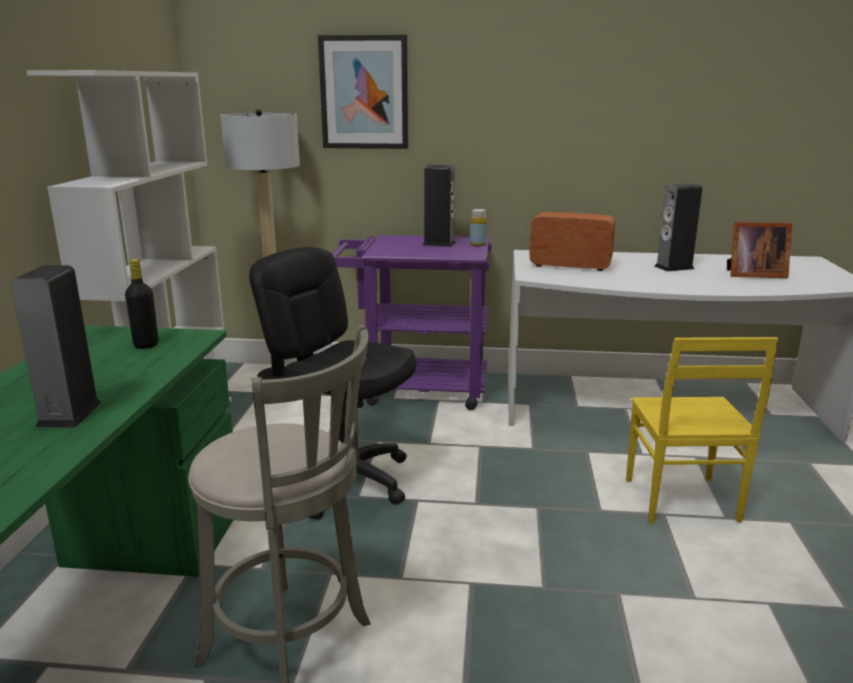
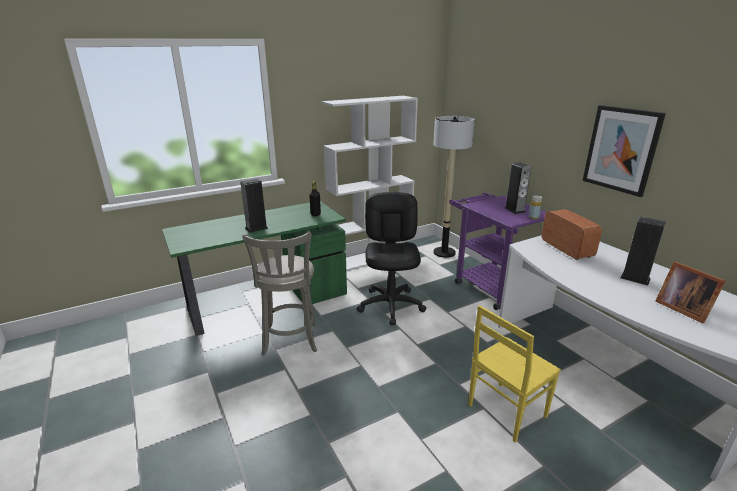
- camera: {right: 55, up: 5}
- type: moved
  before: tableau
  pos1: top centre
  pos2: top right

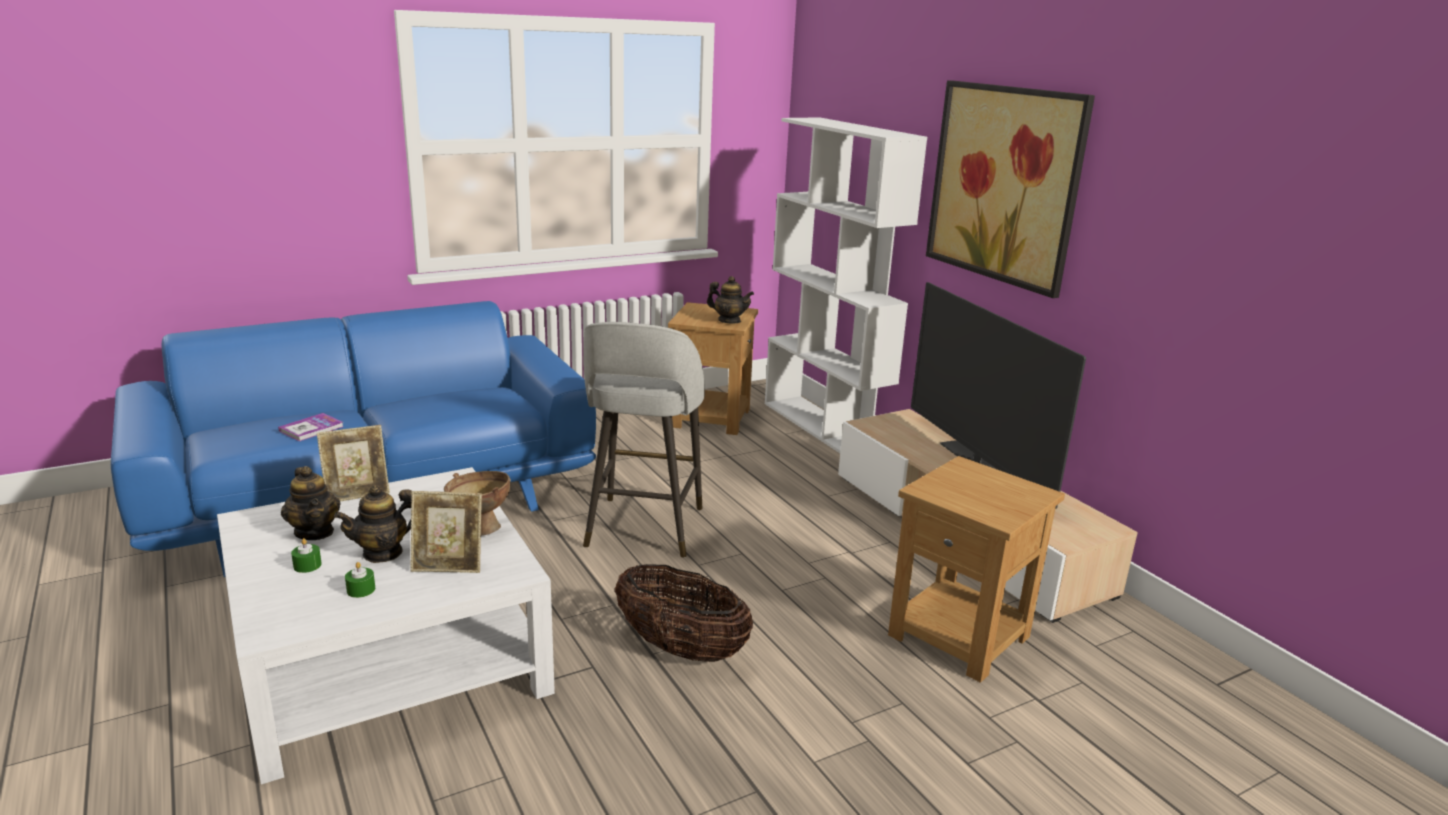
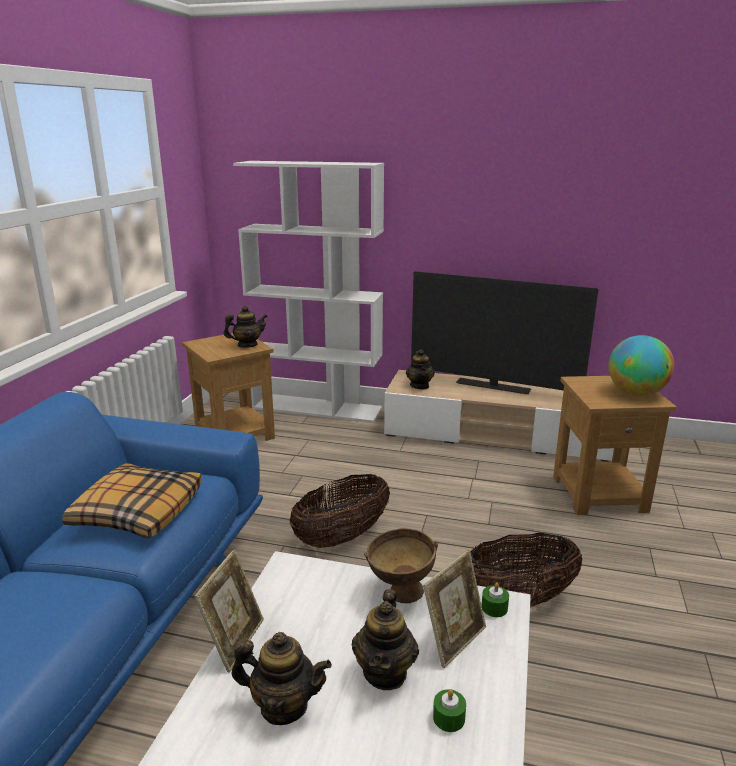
- camera: {right: -45, up: 0}
- type: removed
  before: tableau
  pos1: top right
- type: replaced
  before: tabouret/gris
  after: panier (1st from left)
  pos1: centre
  pos2: bottom centre
- type: removed
  before: livre
  pos1: middle left
- type: moved
  before: bougie/vert (1st from left in the first image)
  after: bougie/vert (2nd from left)
  pos1: bottom left
  pos2: bottom right
- type: added
  after: globe
  pos2: middle right
- type: added
  after: théière (4th from left)
  pos2: centre
- type: added
  after: coussin
  pos2: middle left

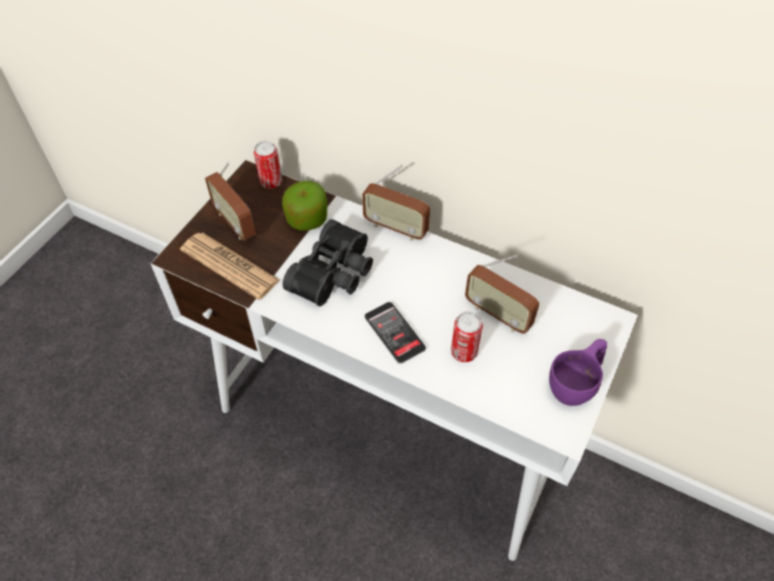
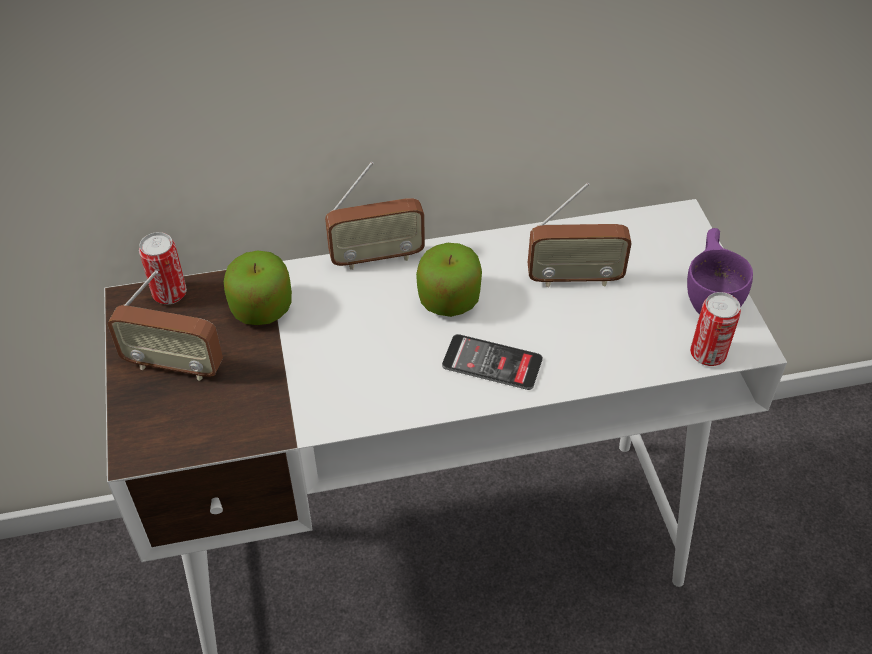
- camera: {right: -40, up: -5}
- type: removed
  before: jumelles/noir
  pos1: centre
- type: removed
  before: journal
  pos1: middle left
- type: moved
  before: boîte métallique (2nd from left)
  pos1: centre
  pos2: middle right
- type: added
  after: pomme (2nd from left)
  pos2: centre

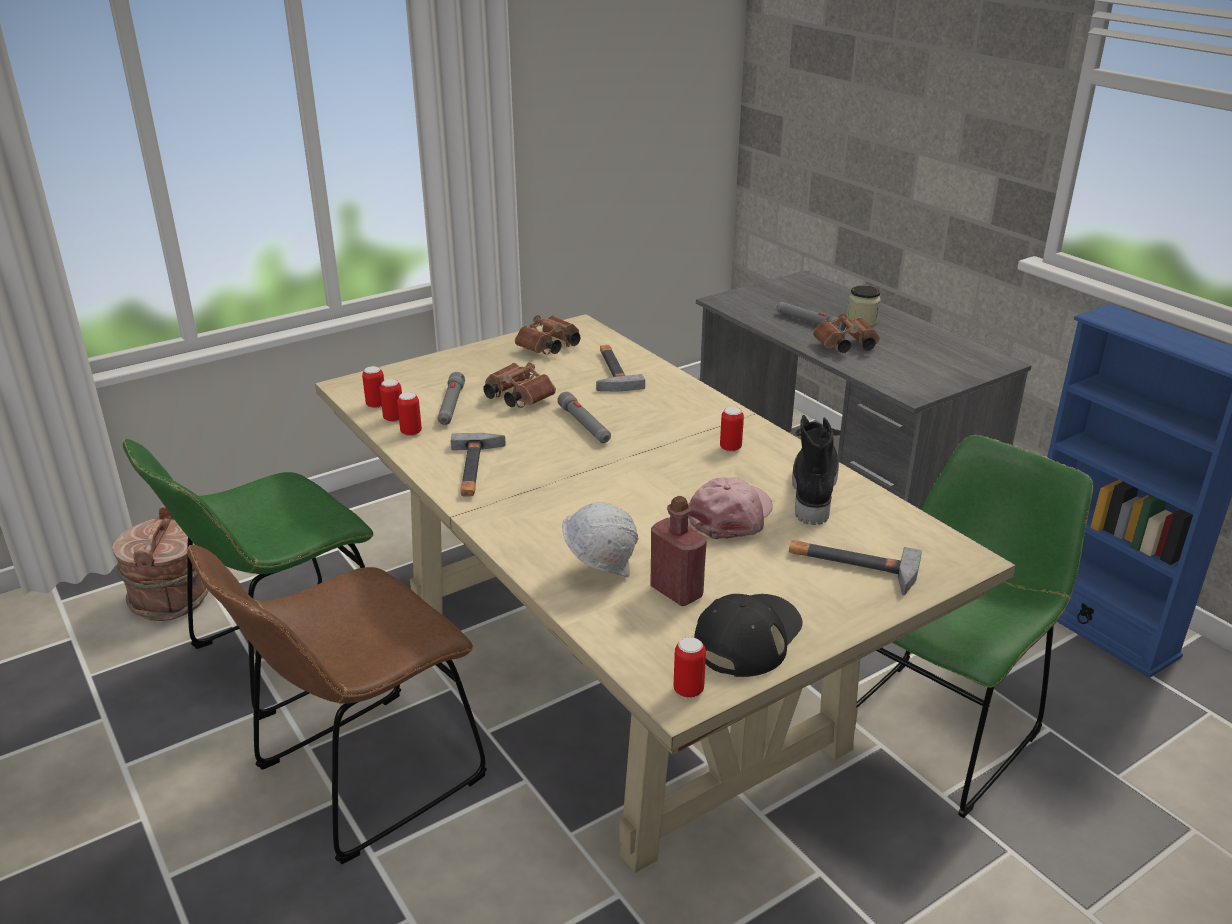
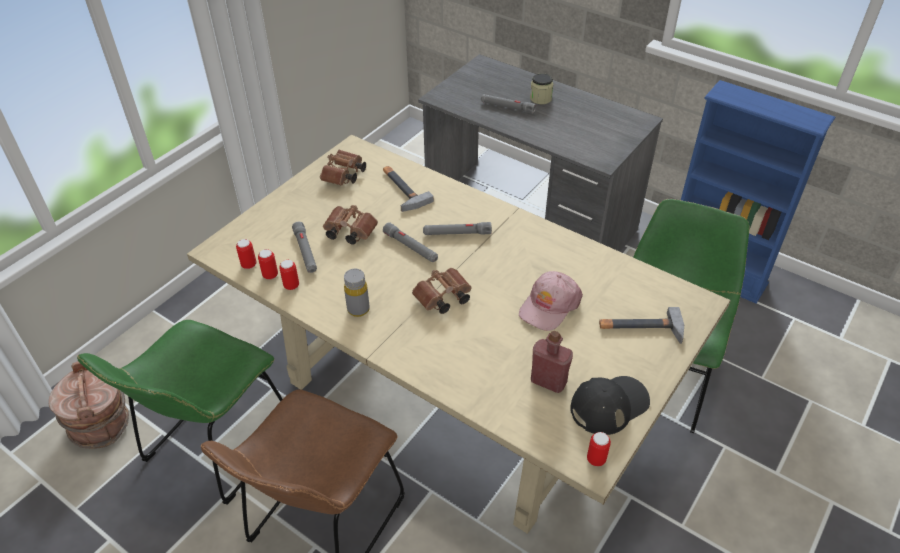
- camera: {right: -20, up: 15}
- type: moved
  before: jumelles/marron (3rd from left)
  pos1: middle right
  pos2: centre
- type: removed
  before: boîte métallique (5th from left)
  pos1: centre
- type: removed
  before: botte/noir
  pos1: centre
- type: replaced
  before: marteau (1st from left)
  after: bouteille/gris
  pos1: centre
  pos2: centre
- type: turned
  before: casquette/rose
  pos1: centre
  pos2: centre
  turn: -150
- type: removed
  before: casque de chantier/blanc
  pos1: centre
- type: turned
  before: casquette/noir
  pos1: bottom centre
  pos2: bottom right
  turn: 45
- type: added
  after: lampe de poche/gris (3rd from left)
  pos2: centre

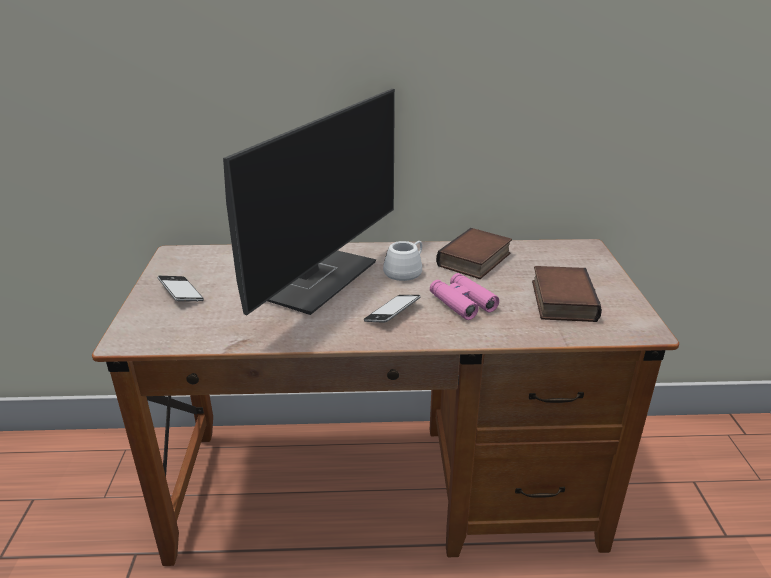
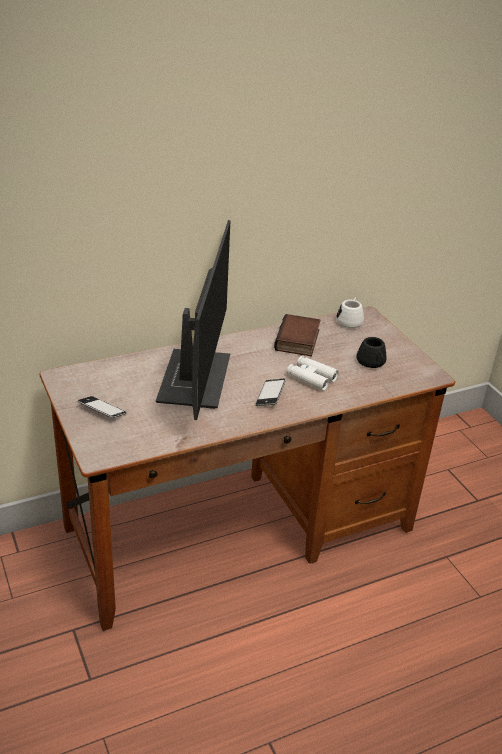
- camera: {right: -25, up: 5}
- type: moved
  before: mug/blanc
  pos1: centre
  pos2: middle right
- type: replaced
  before: livre (2nd from left)
  after: mug/noir
  pos1: middle right
  pos2: middle right
- type: recoloured
  before: jumelles/rose
  after: jumelles/blanc
  pos1: centre
  pos2: centre

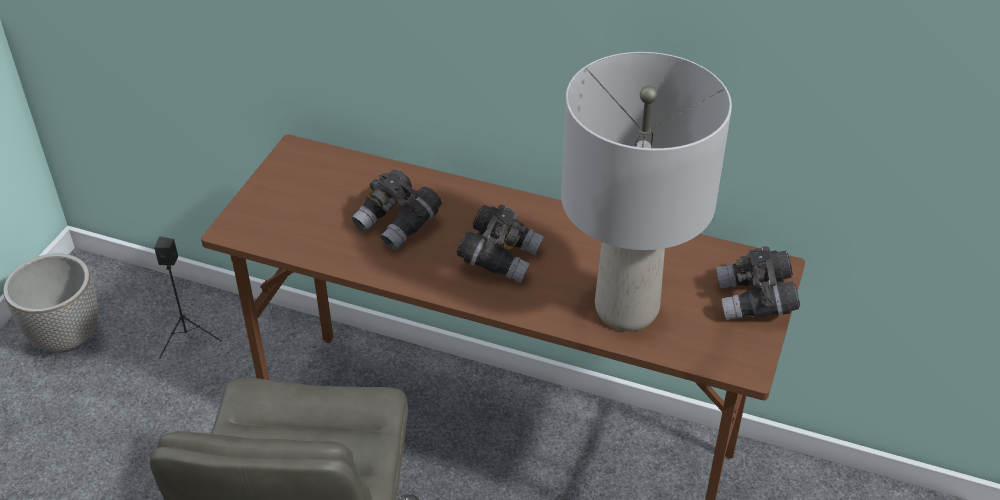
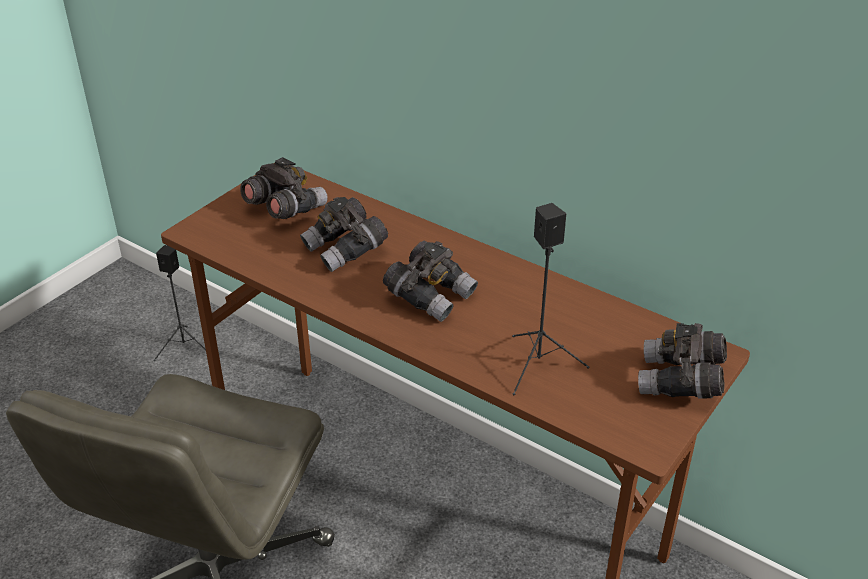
- camera: {right: 15, up: -5}
- type: replaced
  before: lampe de table/gris
  after: enceinte/noir (2nd from left)
  pos1: centre
  pos2: centre
- type: removed
  before: cache-pot
  pos1: middle left
- type: added
  after: jumelles/gris (1st from left)
  pos2: top left

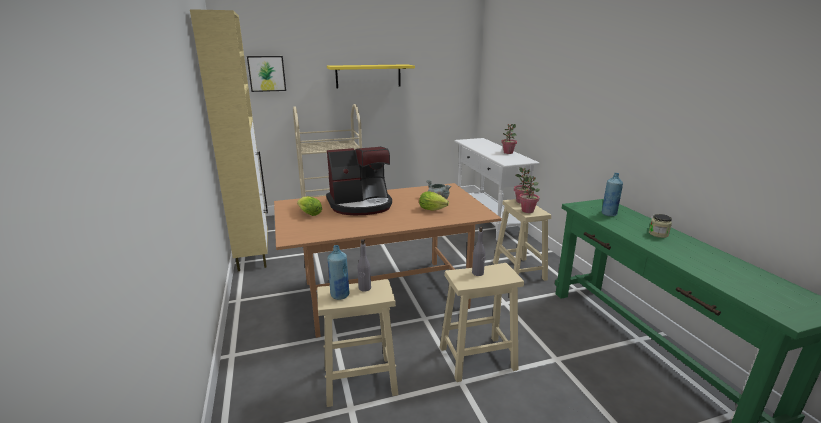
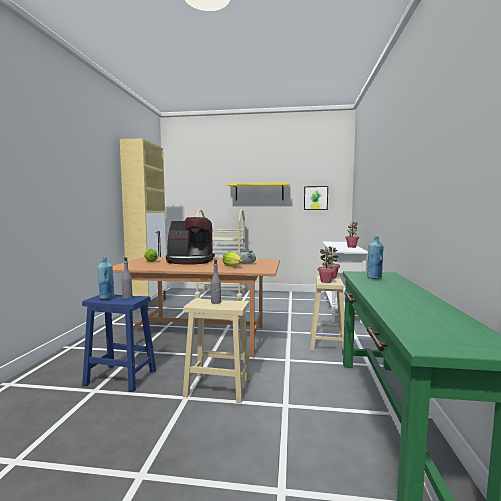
- camera: {right: 25, up: -15}
- type: moved
  before: tableau
  pos1: top left
  pos2: centre
- type: removed
  before: bocal
  pos1: middle right
- type: recoloured
  before: tabouret/beige (1st from left)
  after: tabouret/bleu
  pos1: bottom centre
  pos2: bottom left

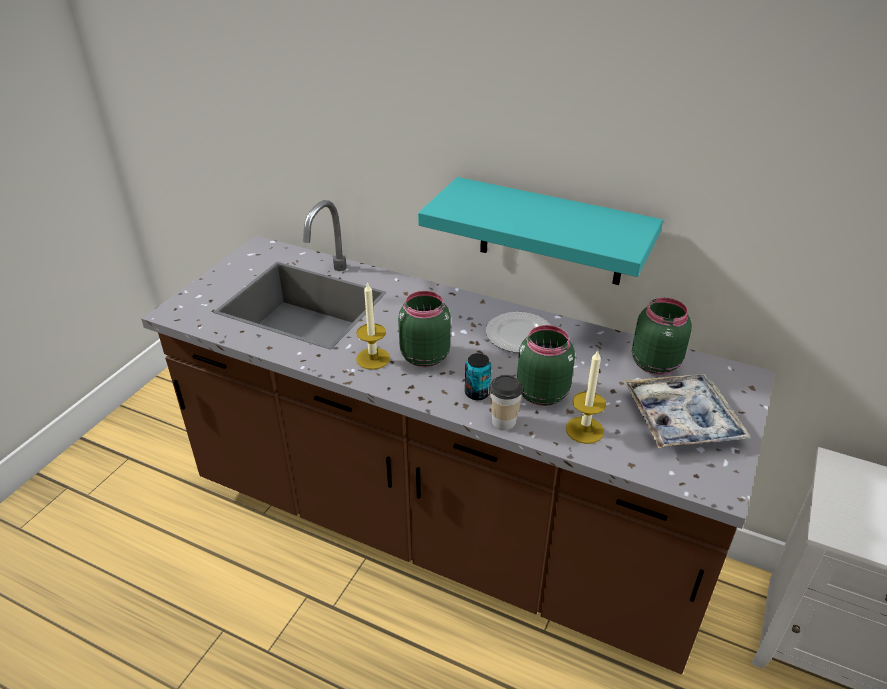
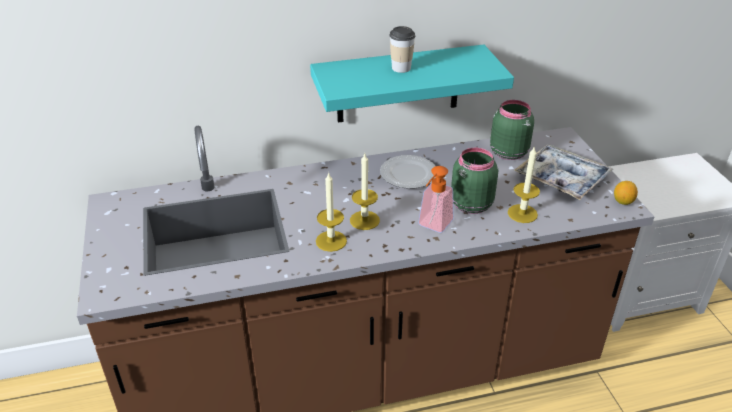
- camera: {right: -40, up: 0}
- type: replaced
  before: bocal/vert (1st from left)
  after: bougie (2nd from left)
  pos1: centre
  pos2: centre
- type: replaced
  before: boîte métallique
  after: distributeur de savon
  pos1: centre
  pos2: centre
- type: moved
  before: tasse
  pos1: centre
  pos2: top centre
- type: added
  after: citron
  pos2: middle right

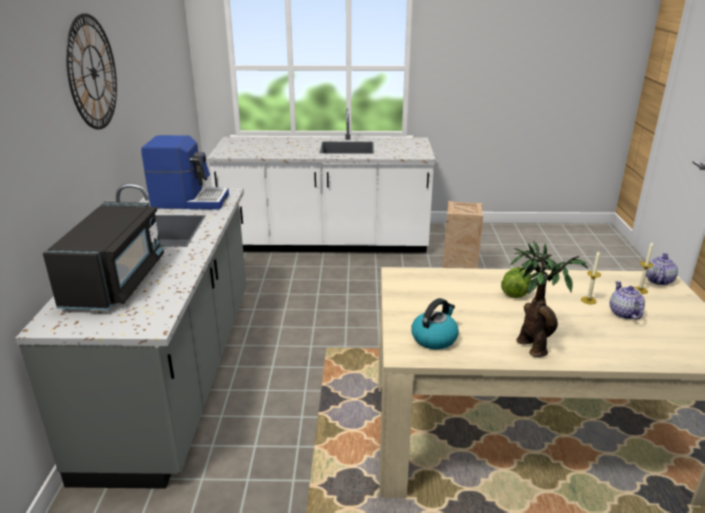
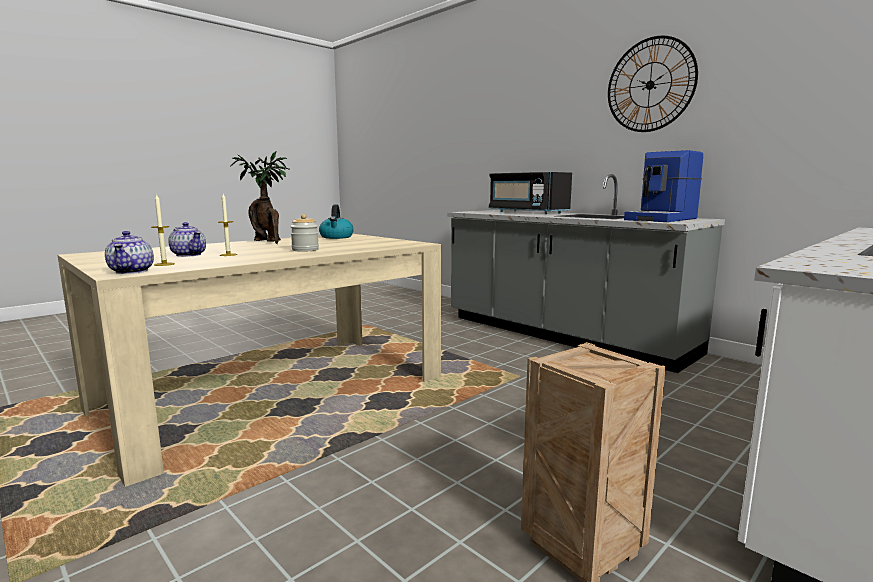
- camera: {right: 135, up: -15}
- type: replaced
  before: laitue
  after: bocal
  pos1: middle right
  pos2: centre

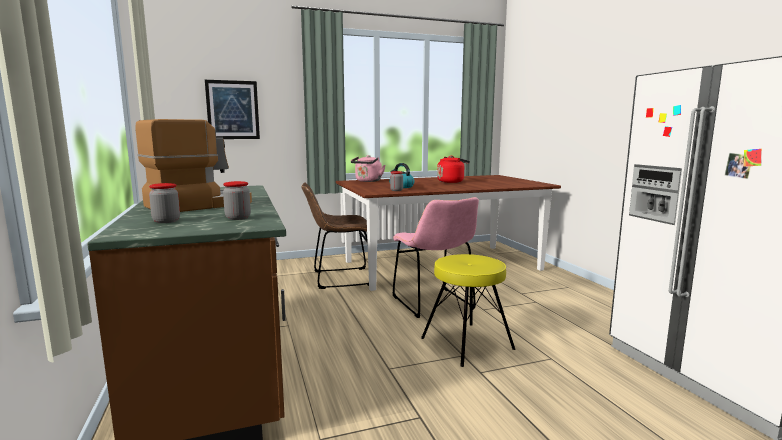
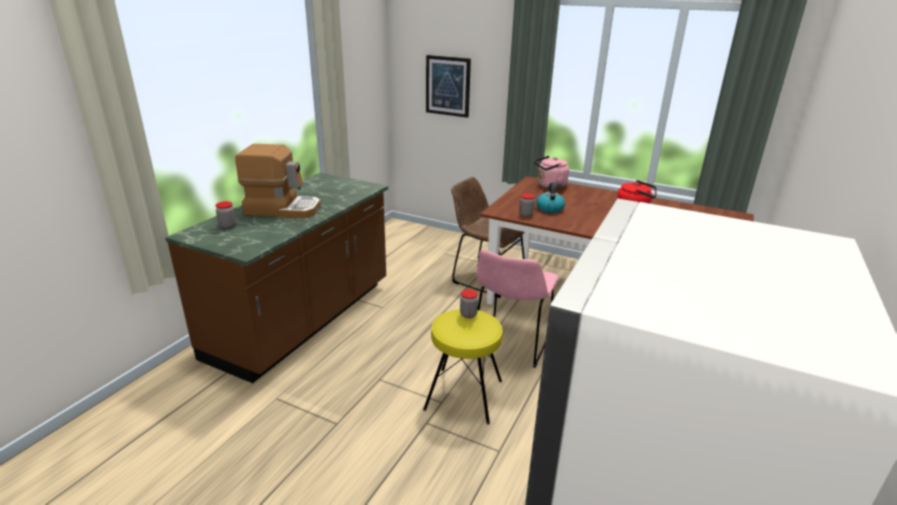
- camera: {right: 45, up: 15}
- type: moved
  before: bocal (2nd from left)
  pos1: middle left
  pos2: centre

